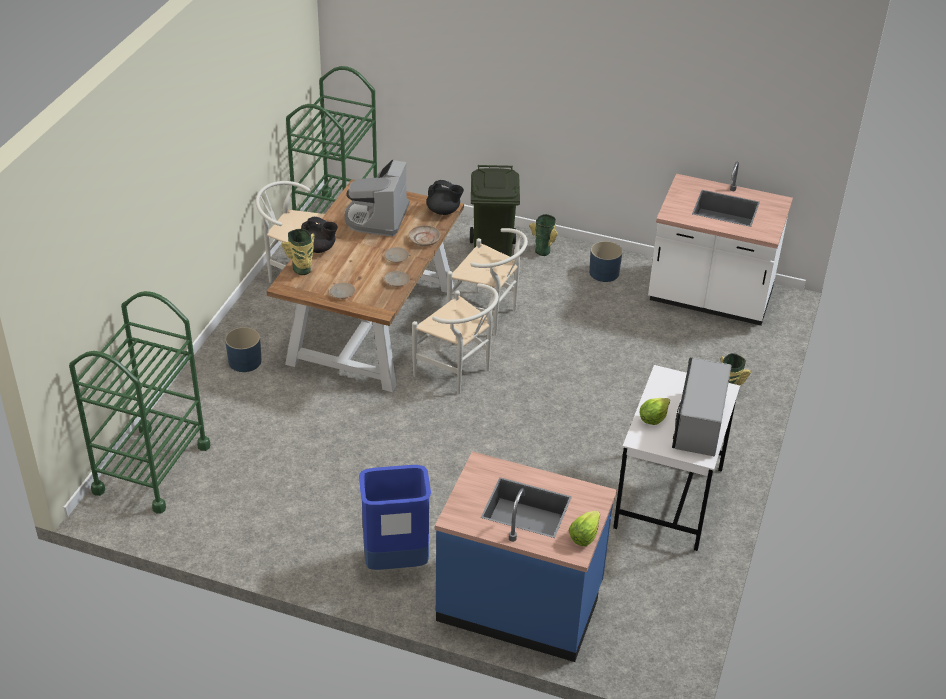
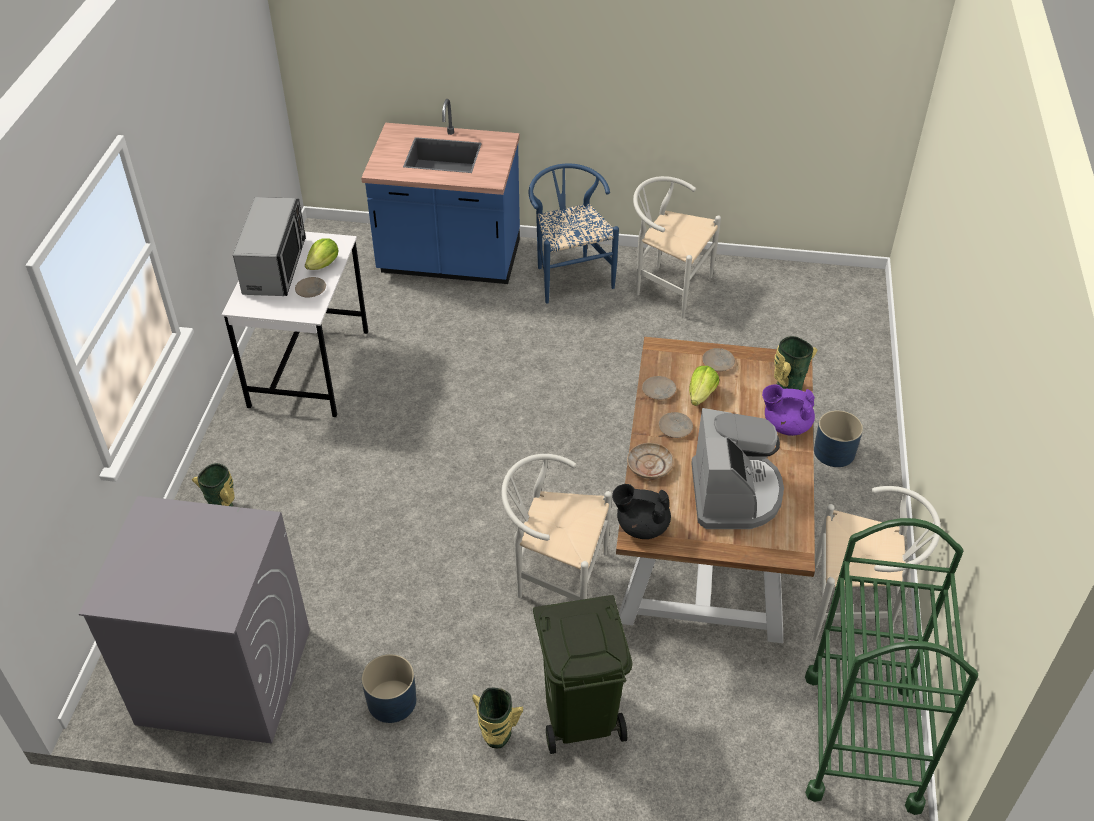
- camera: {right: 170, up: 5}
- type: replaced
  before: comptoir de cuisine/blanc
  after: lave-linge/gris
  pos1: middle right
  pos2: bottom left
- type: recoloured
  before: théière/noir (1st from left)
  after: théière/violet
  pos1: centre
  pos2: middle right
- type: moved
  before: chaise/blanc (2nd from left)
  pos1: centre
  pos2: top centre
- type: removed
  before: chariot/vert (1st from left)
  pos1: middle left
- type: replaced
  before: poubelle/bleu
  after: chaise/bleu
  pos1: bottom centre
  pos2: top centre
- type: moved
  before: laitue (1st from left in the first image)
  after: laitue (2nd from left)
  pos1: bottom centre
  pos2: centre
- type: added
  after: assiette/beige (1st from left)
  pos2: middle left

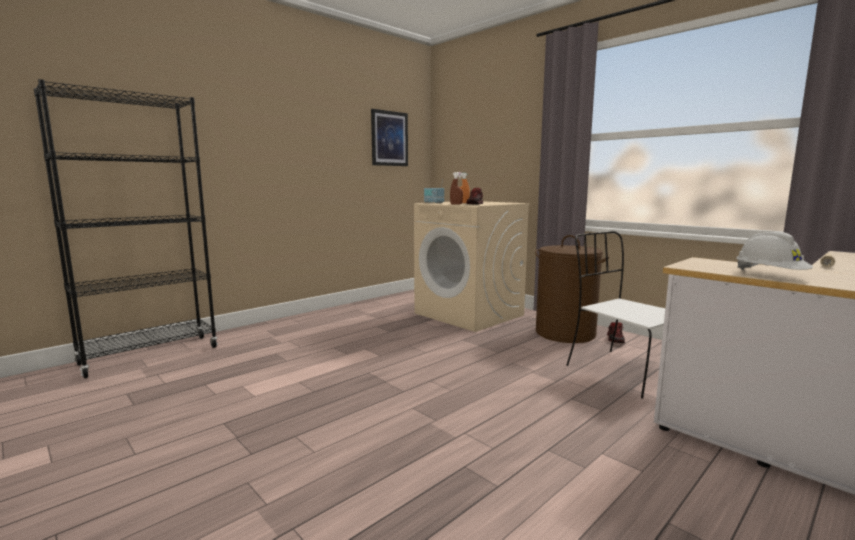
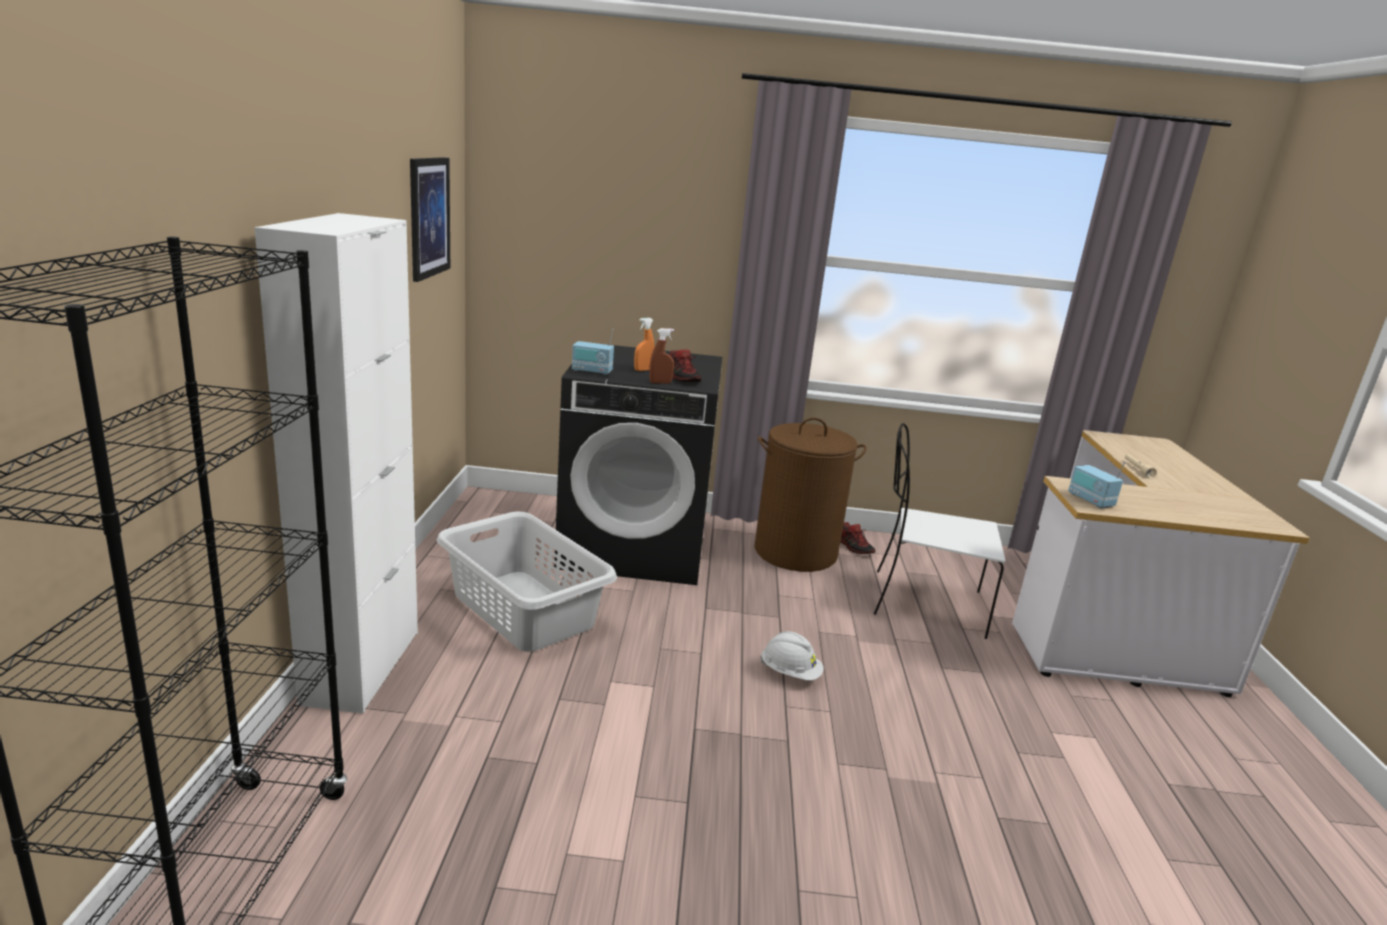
- camera: {right: -45, up: 10}
- type: recoloured
  before: lave-linge/beige
  after: lave-linge/noir
  pos1: centre
  pos2: centre
- type: moved
  before: casque de chantier/blanc
  pos1: middle right
  pos2: bottom centre
- type: added
  after: meuble de rangement/blanc
  pos2: middle left
- type: added
  after: radio (2nd from left)
  pos2: middle right
- type: added
  after: panier à linge/gris
  pos2: centre

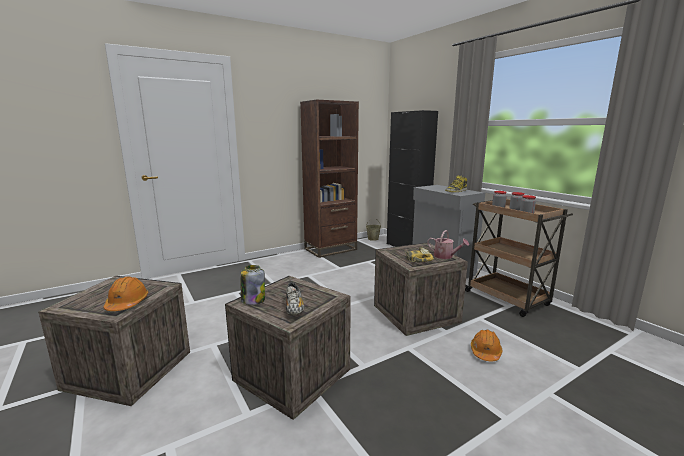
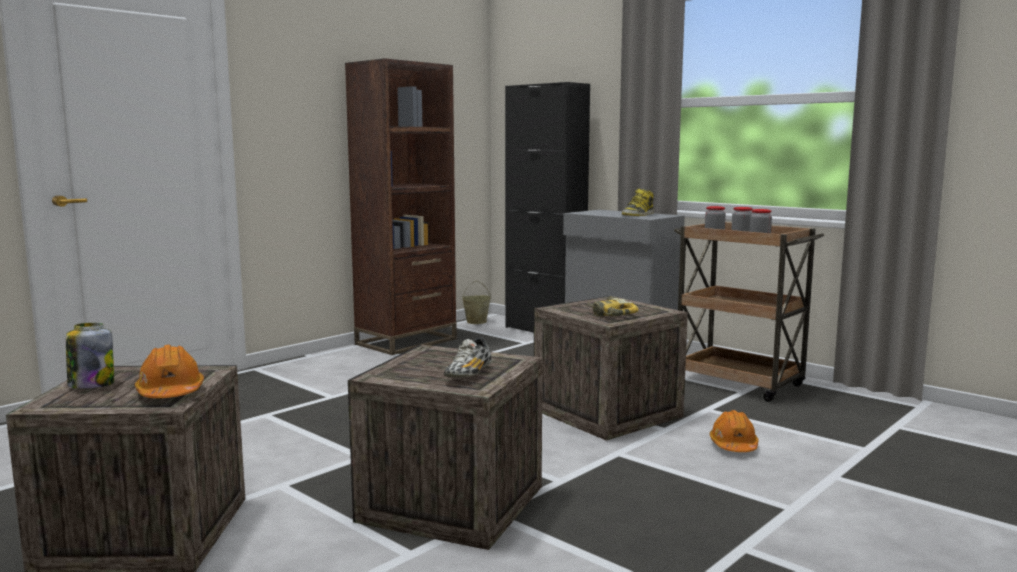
- camera: {right: -15, up: -5}
- type: removed
  before: arrosoir
  pos1: centre
- type: moved
  before: bocal (1st from left)
  pos1: centre
  pos2: middle left
- type: turned
  before: chaussure
  pos1: centre
  pos2: centre
  turn: 45

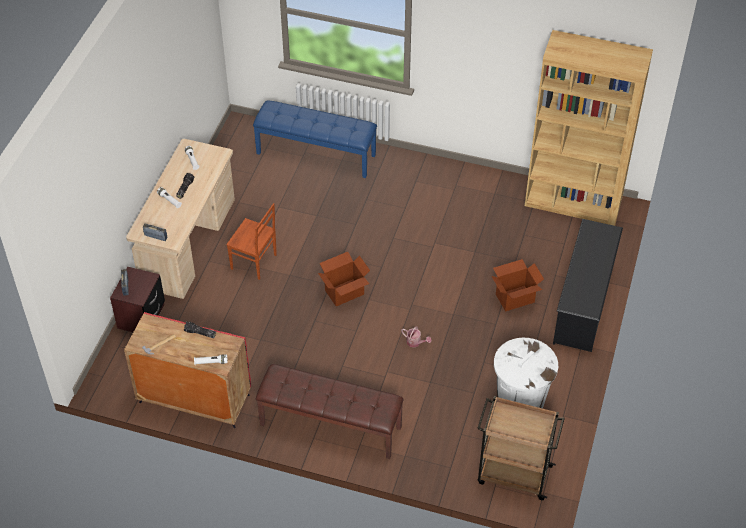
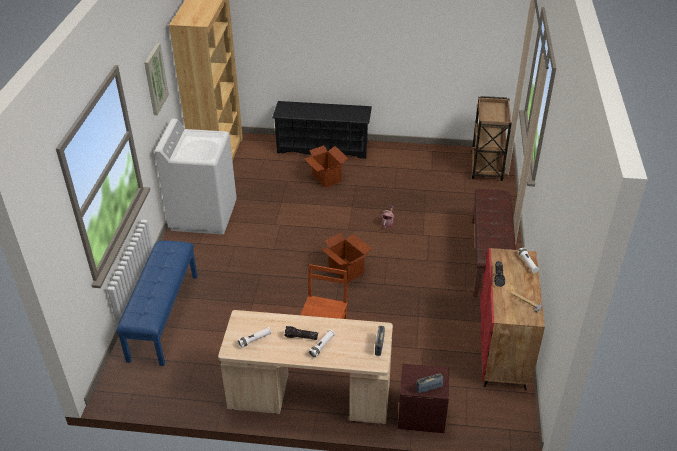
- camera: {right: -100, up: -10}
- type: removed
  before: poubelle/blanc
  pos1: bottom right
- type: added
  after: tableau
  pos2: top left
- type: added
  after: lave-linge/blanc
  pos2: middle left

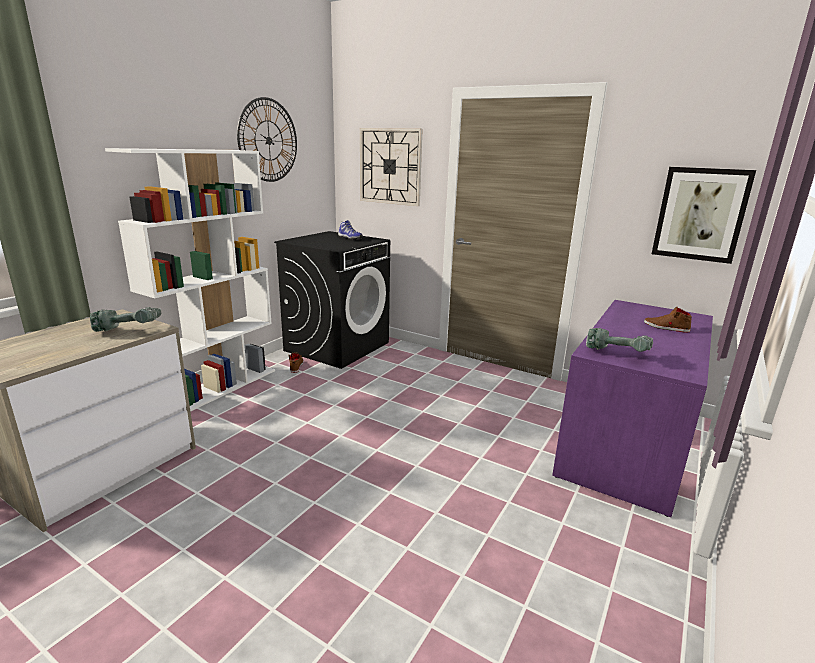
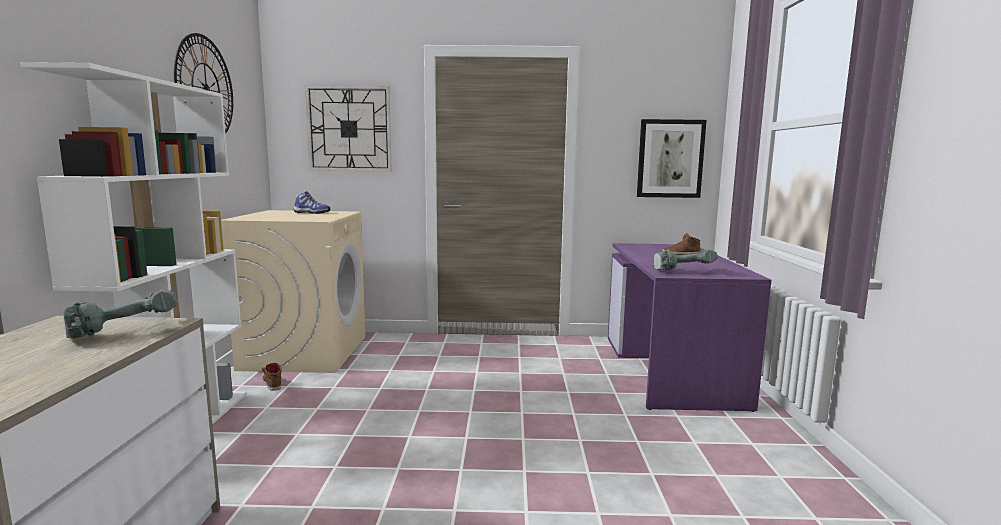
- camera: {right: -30, up: -10}
- type: recoloured
  before: lave-linge/noir
  after: lave-linge/beige
  pos1: centre
  pos2: middle left

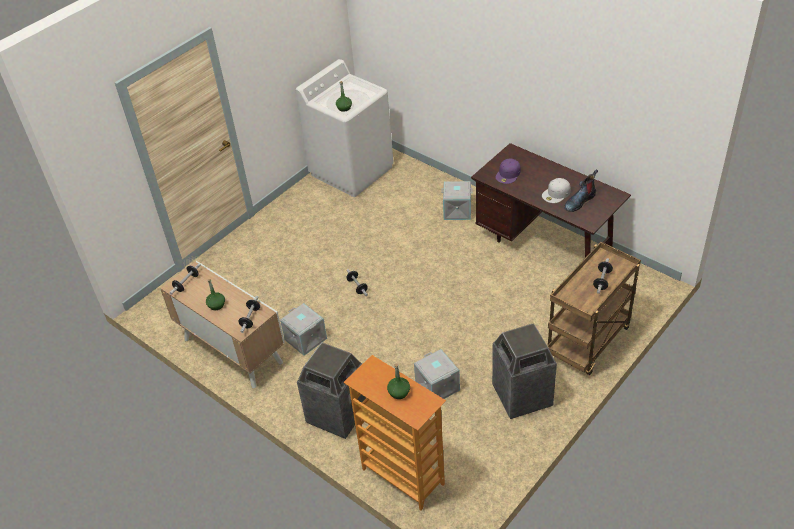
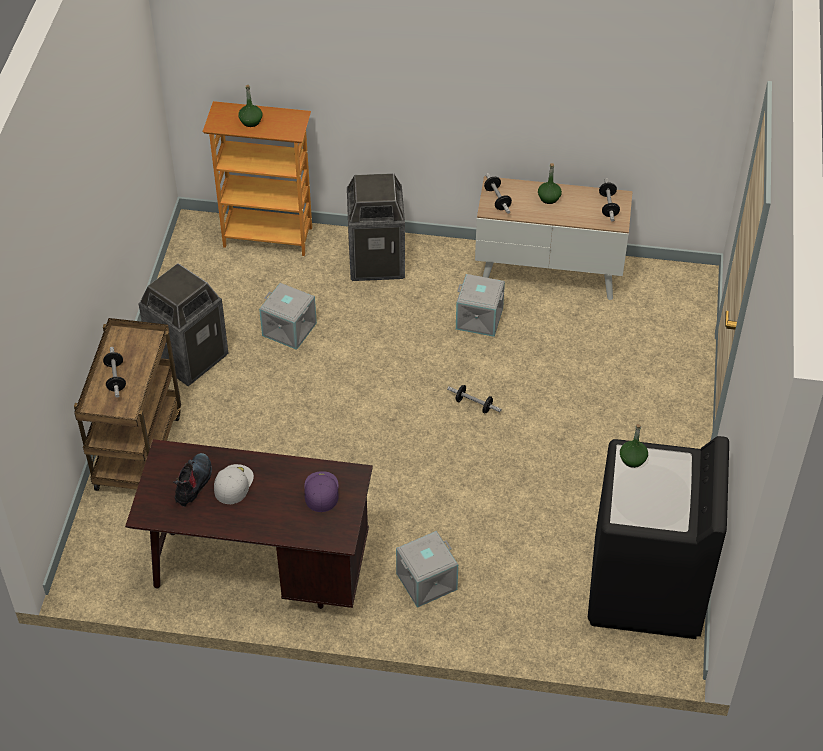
- camera: {right: 145, up: 5}
- type: recoloured
  before: lave-linge/blanc
  after: lave-linge/noir
  pos1: top centre
  pos2: bottom right

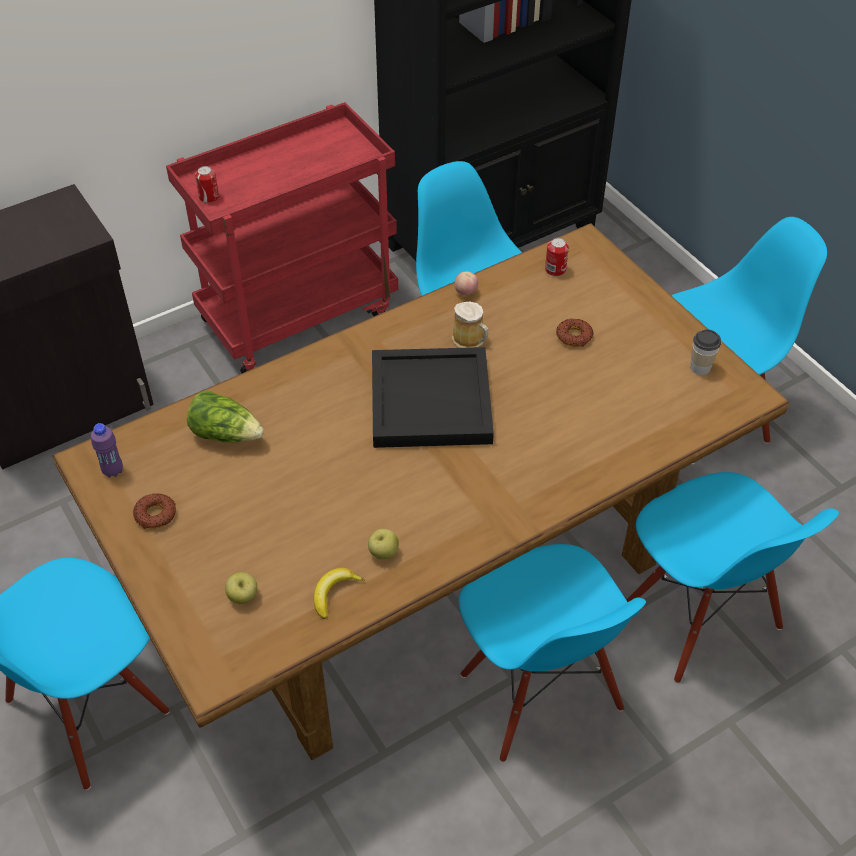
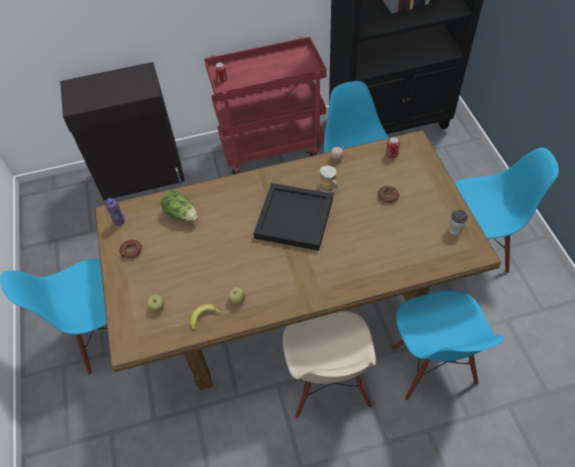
- camera: {right: 20, up: 5}
- type: recoloured
  before: chaise/bleu (3rd from left)
  after: chaise/beige
  pos1: bottom centre
  pos2: bottom centre

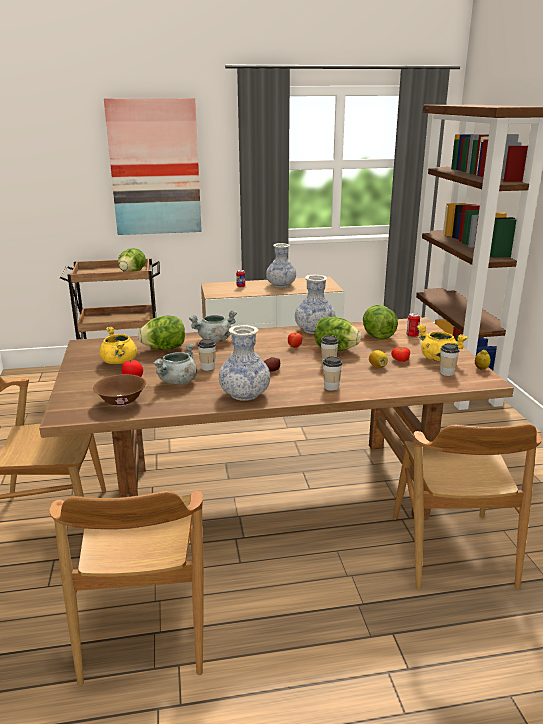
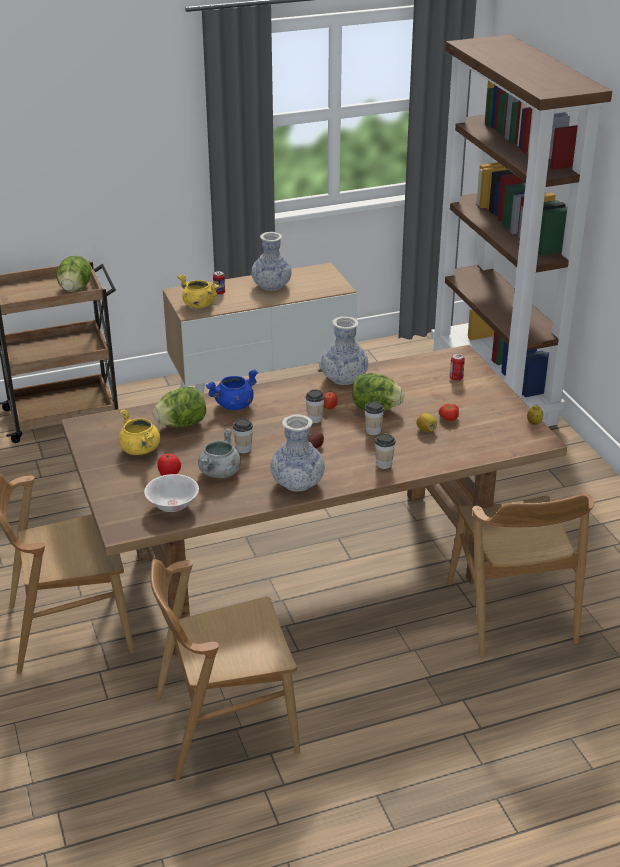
- camera: {right: -10, up: 10}
- type: removed
  before: tableau
  pos1: top left
- type: removed
  before: laitue (4th from left)
  pos1: middle right
- type: recoloured
  before: marmite/gris (2nd from left)
  after: marmite/bleu
  pos1: centre
  pos2: centre
- type: moved
  before: marmite/jaune (2nd from left)
  pos1: middle right
  pos2: middle left
- type: moved
  before: tasse (4th from left in the first image)
  after: tasse (2nd from left)
  pos1: middle right
  pos2: centre
- type: recoloured
  before: bol/marron
  after: bol/blanc
  pos1: middle left
  pos2: middle left
- type: turned
  before: chaise/marron (2nd from left)
  pos1: bottom left
  pos2: bottom centre
  turn: 90

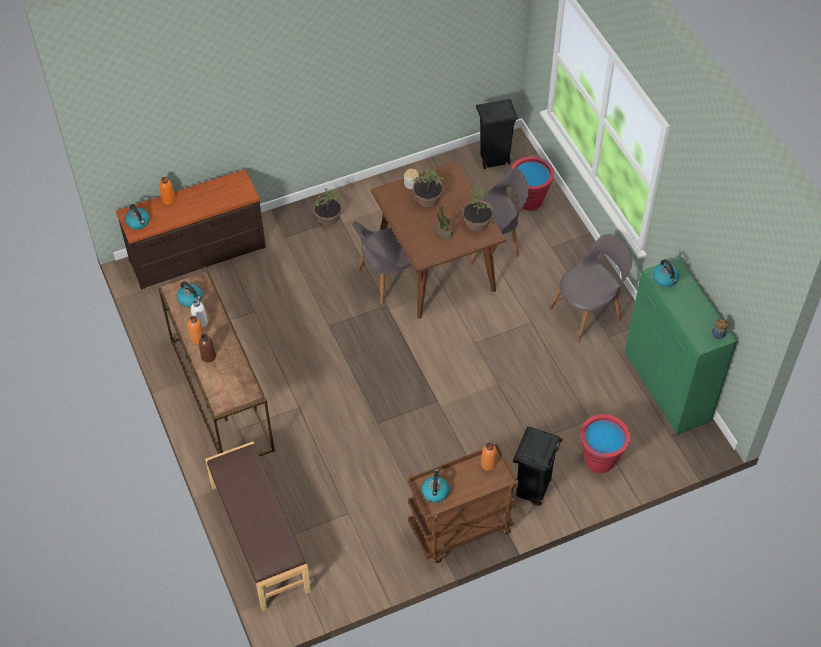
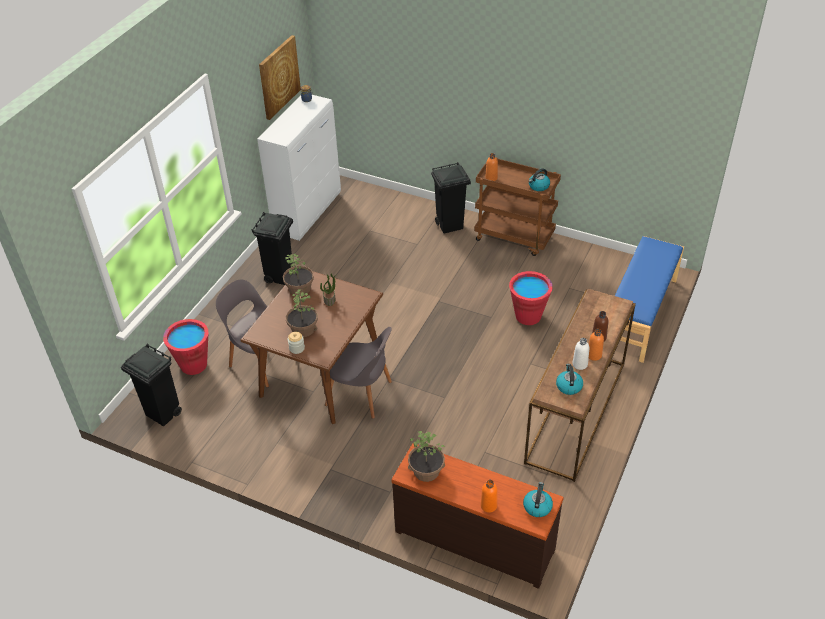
- camera: {right: -130, up: -10}
- type: moved
  before: plante en pot (1st from left in the first image)
  after: plante en pot (4th from left)
  pos1: top centre
  pos2: bottom centre
- type: replaced
  before: chaise/gris (3rd from left)
  after: poubelle/noir (2nd from left)
  pos1: middle right
  pos2: middle left
- type: recoloured
  before: meuble de rangement/vert
  after: meuble de rangement/blanc
  pos1: middle right
  pos2: top centre
- type: removed
  before: bouilloire (4th from left)
  pos1: middle right
- type: moved
  before: seau/rouge (2nd from left)
  pos1: bottom right
  pos2: centre
- type: recoloured
  before: banc/marron
  after: banc/bleu
  pos1: bottom left
  pos2: middle right
- type: added
  after: tableau
  pos2: top centre

